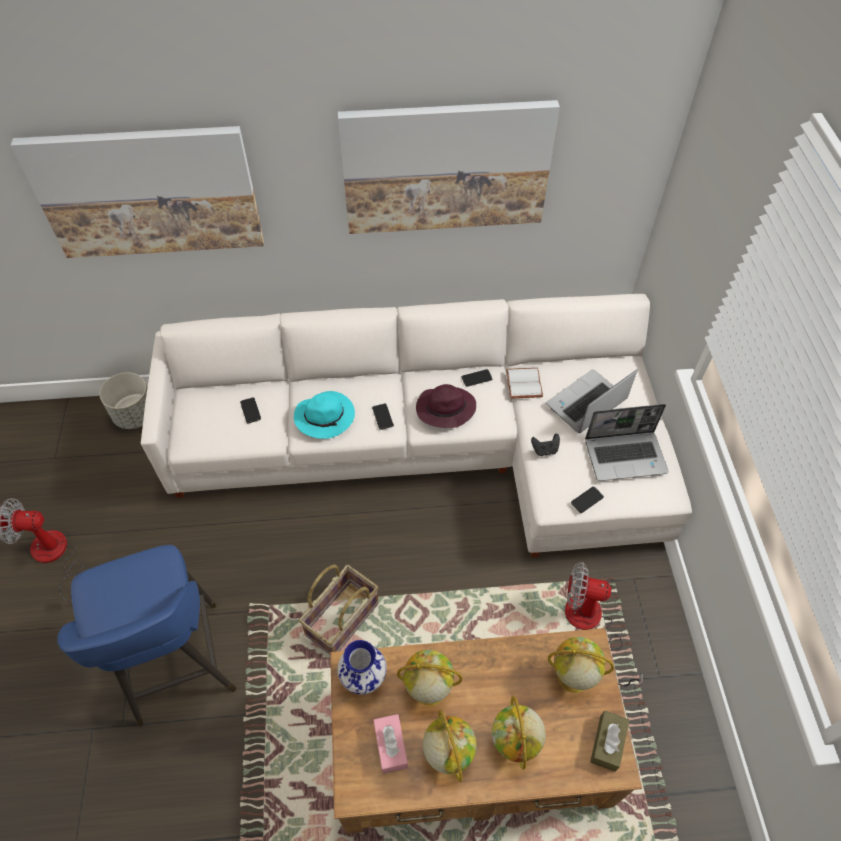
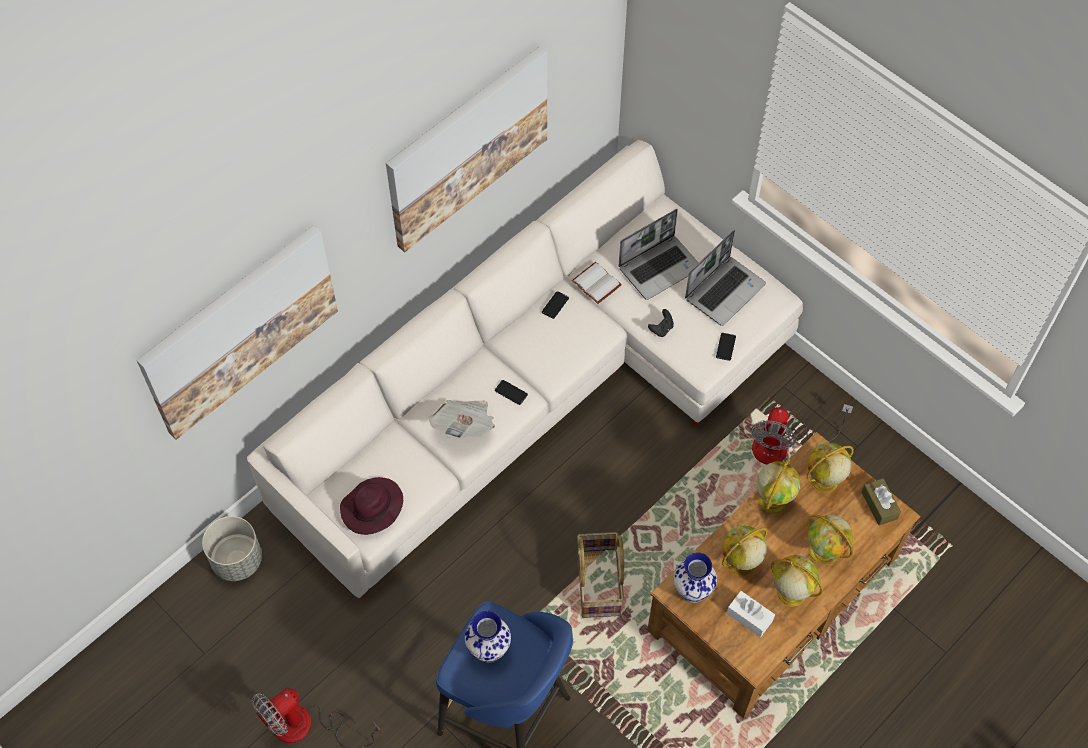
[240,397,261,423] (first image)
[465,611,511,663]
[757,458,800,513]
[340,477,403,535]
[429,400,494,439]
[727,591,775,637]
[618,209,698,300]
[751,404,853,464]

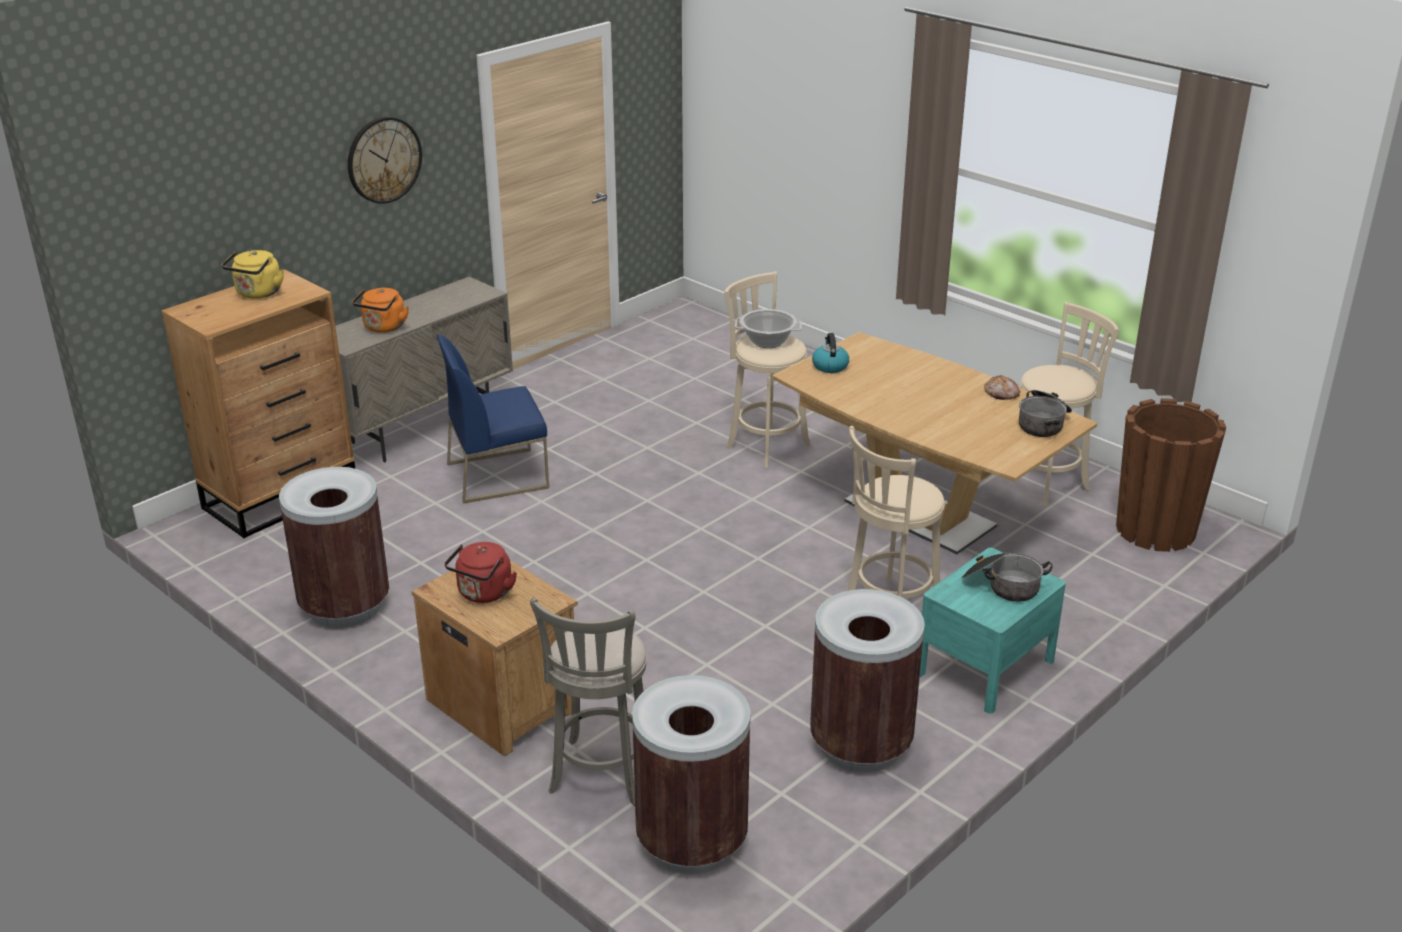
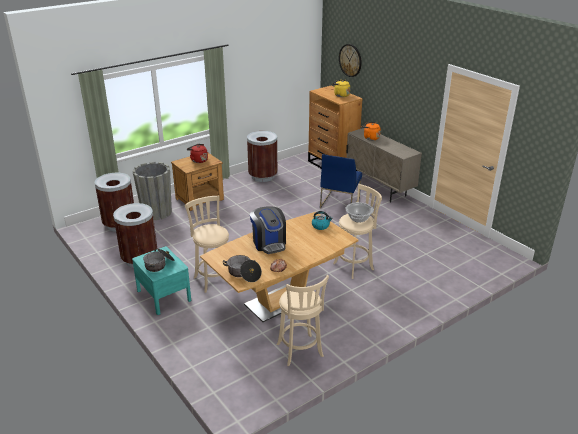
[1116,398,1226,552] (first image)
[250,206,286,254]
[339,44,362,77]
[133,162,172,220]
[320,154,362,208]

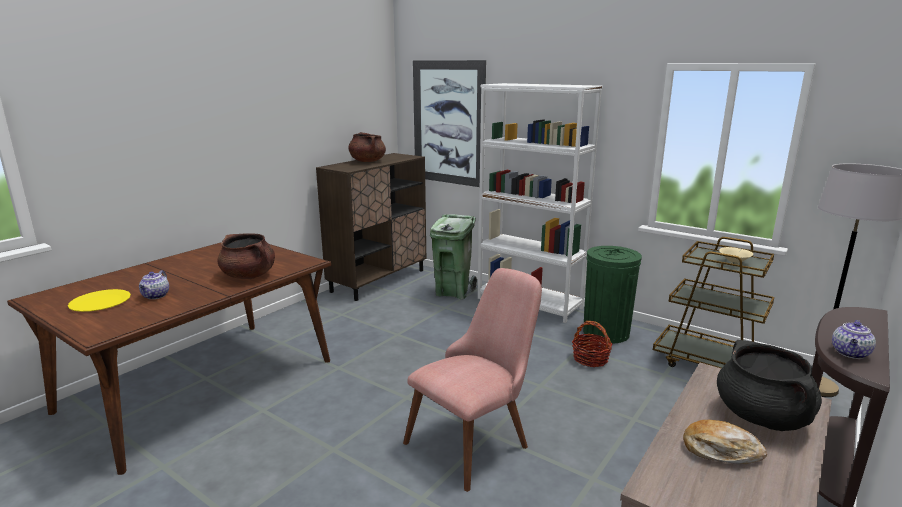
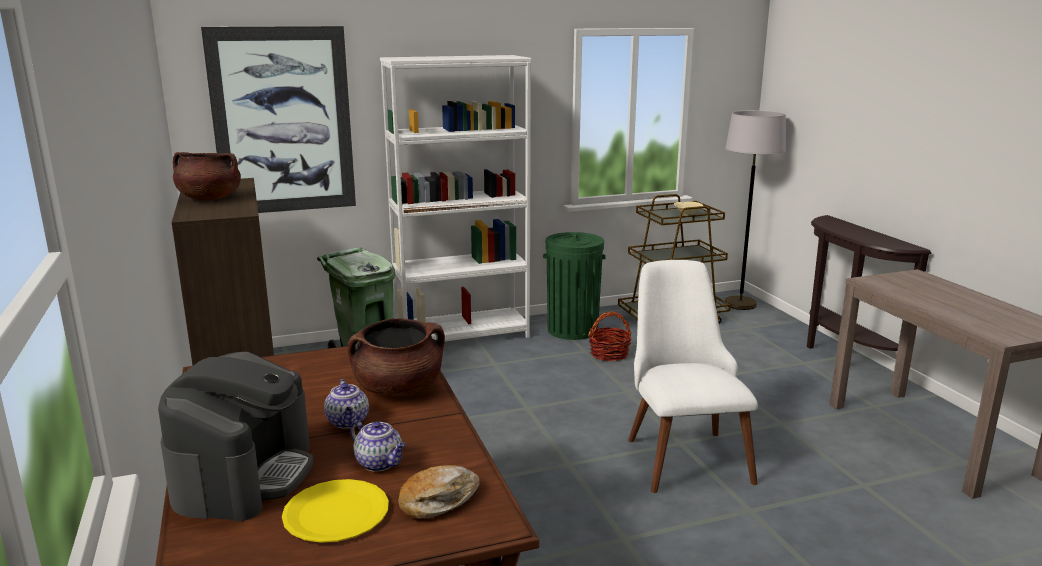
[717,340,822,431] (first image)
[158,352,313,521]
[399,465,480,519]
[324,379,369,429]
[628,260,758,493]

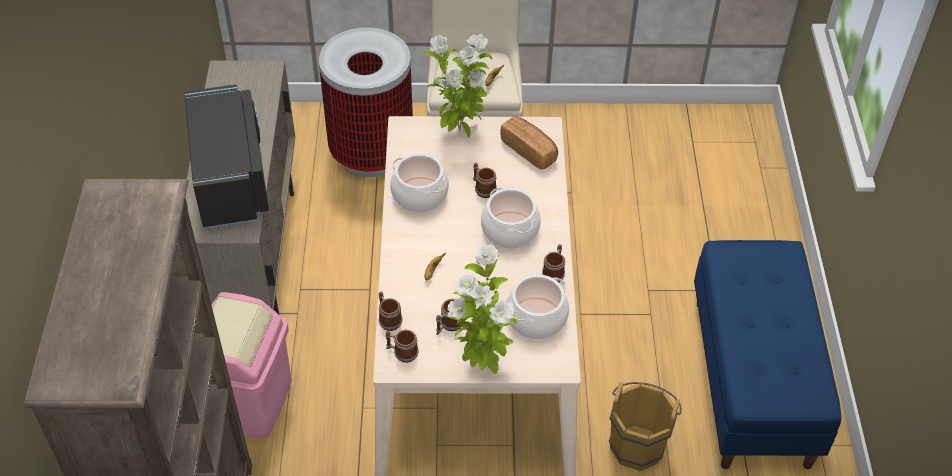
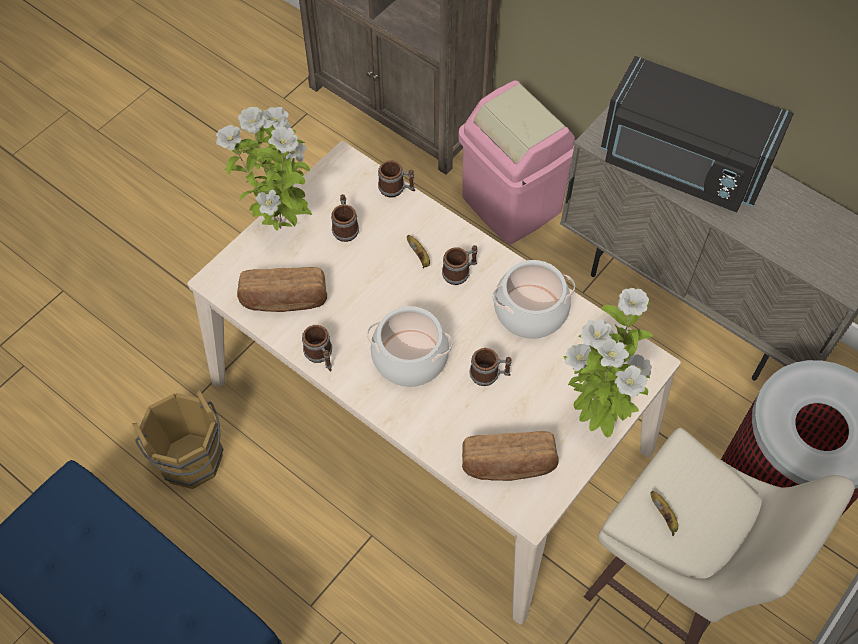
[442,245,478,285]
[237,267,327,312]

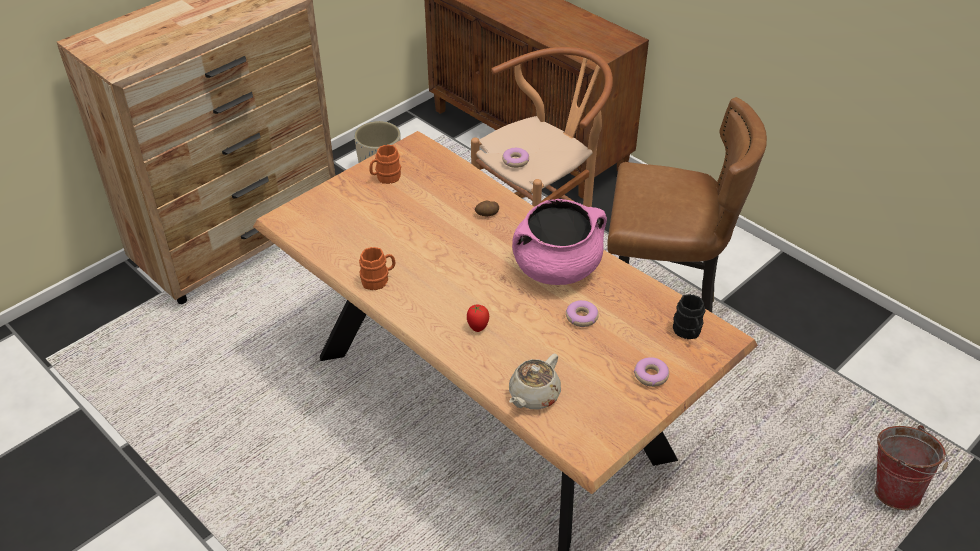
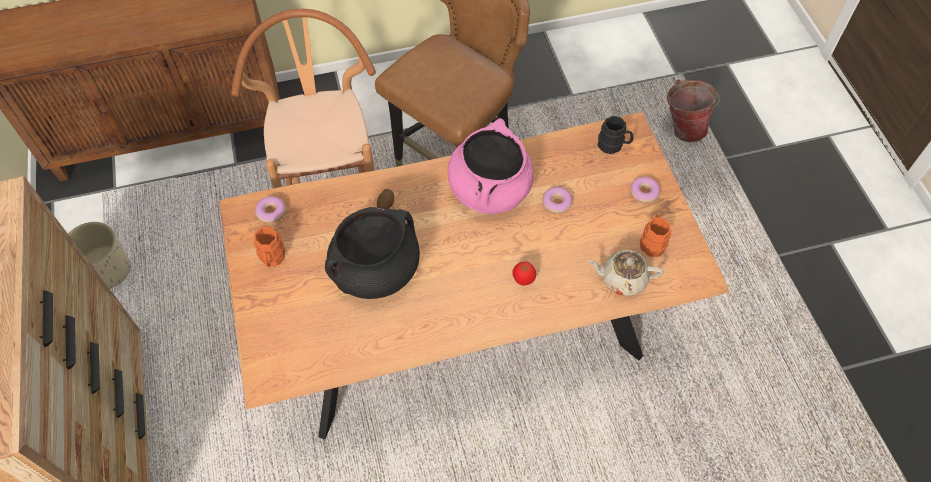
[325,207,420,299]
[640,214,671,257]
[255,196,286,223]
[588,250,664,296]

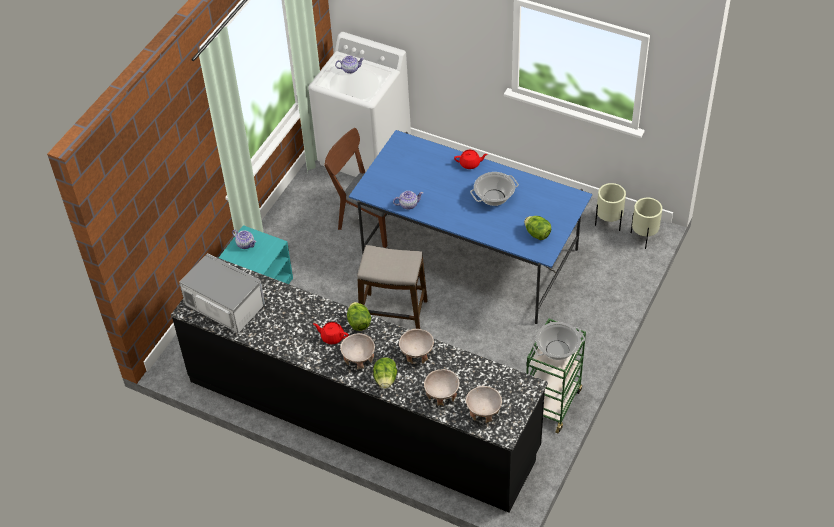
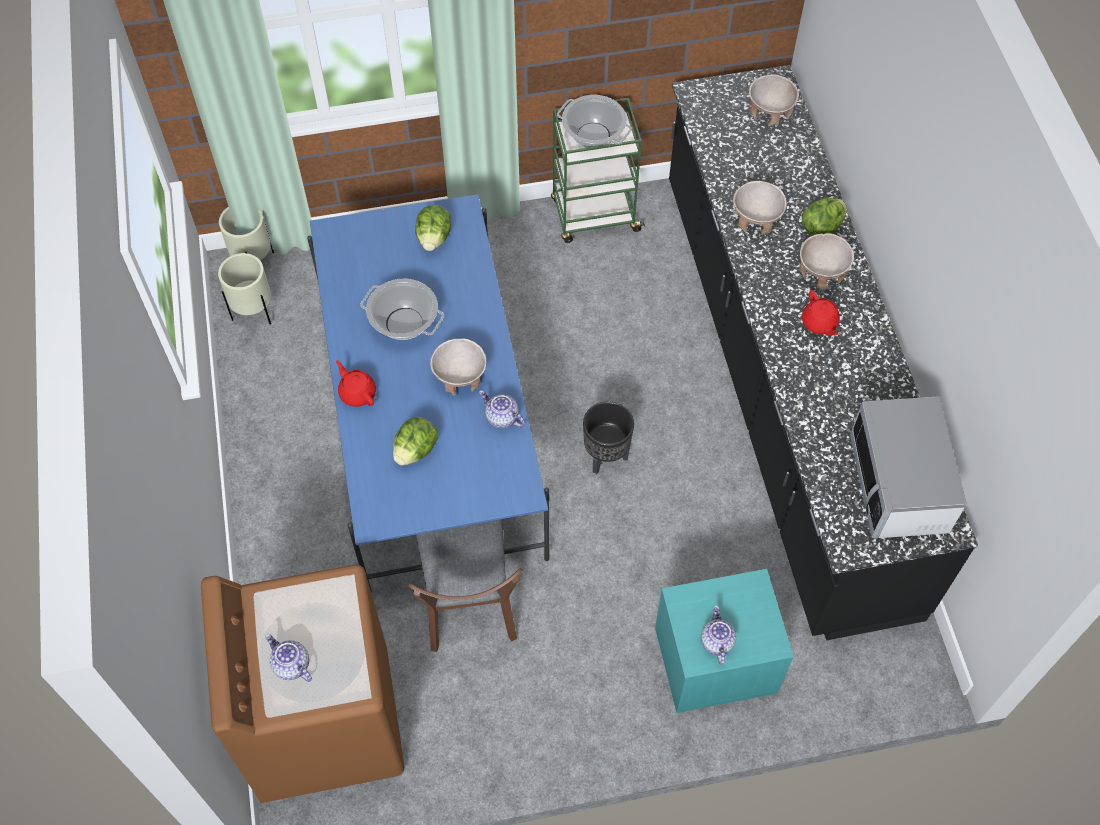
[393,417,438,465]
[430,338,486,396]
[583,401,634,474]
[201,565,405,803]

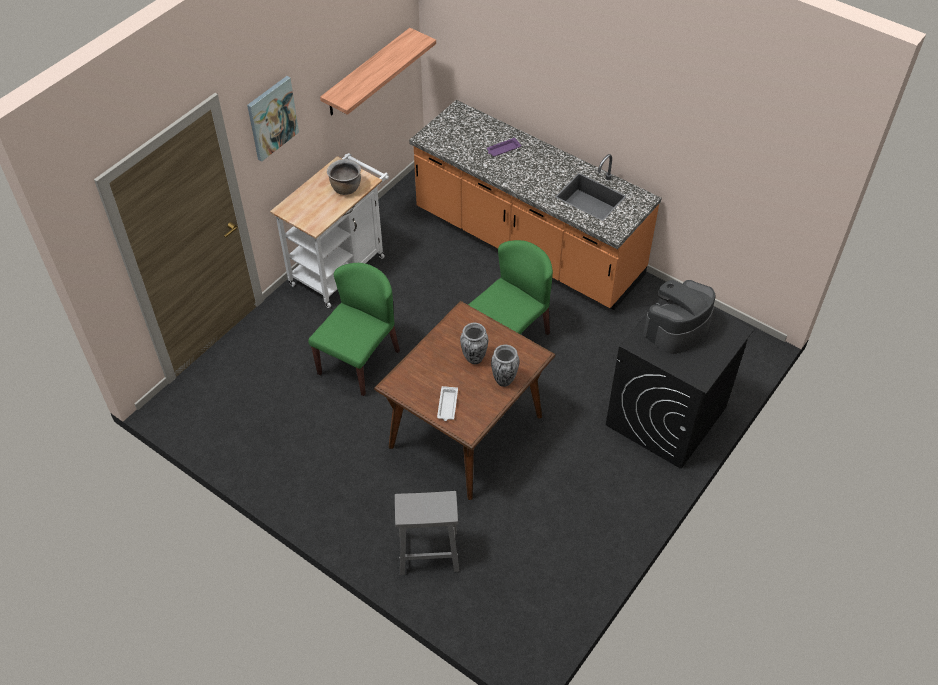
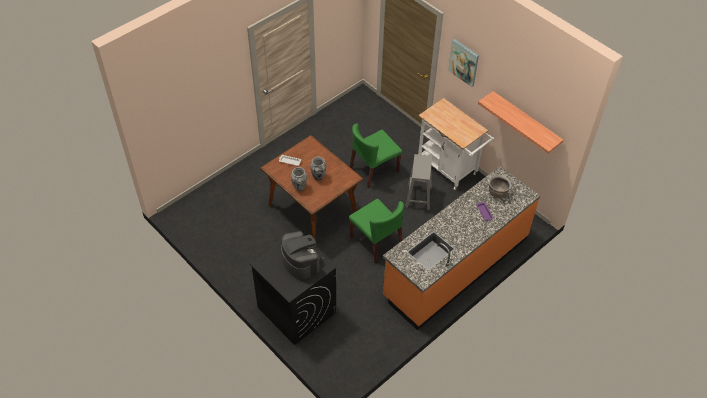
[489,175,511,198]
[405,154,432,210]
[350,123,402,188]

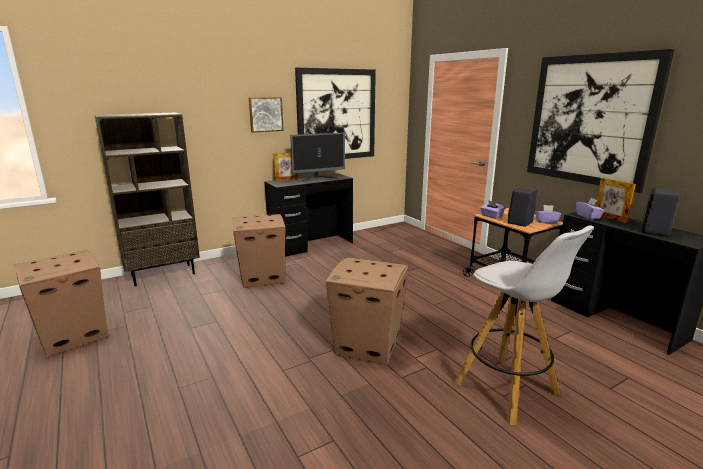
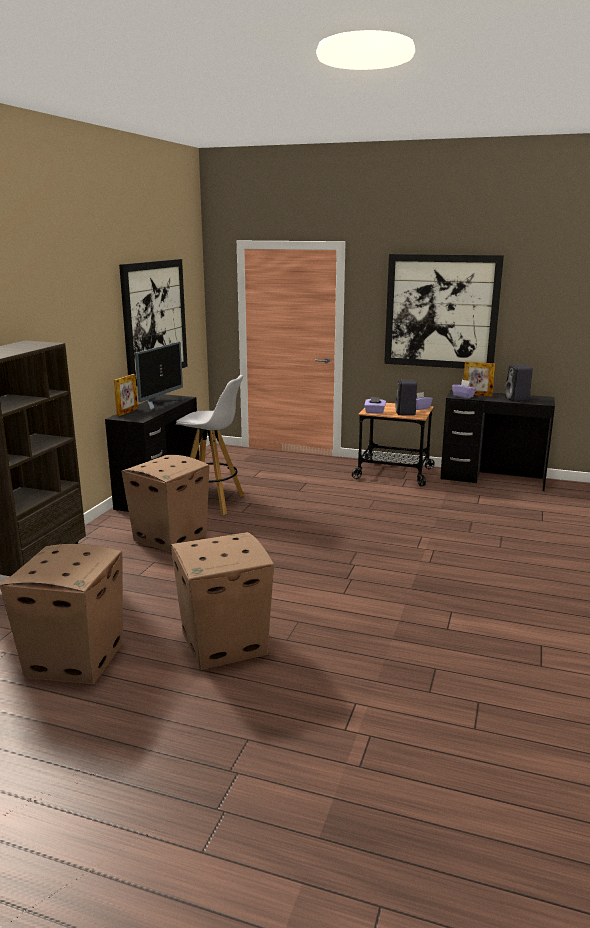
[249,97,284,133] (first image)
[171,532,274,670]
[176,375,244,515]

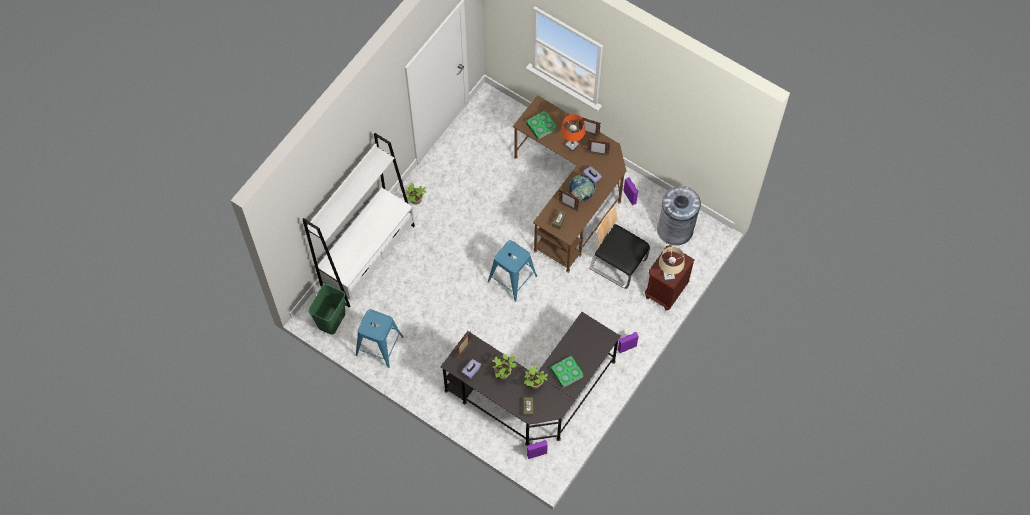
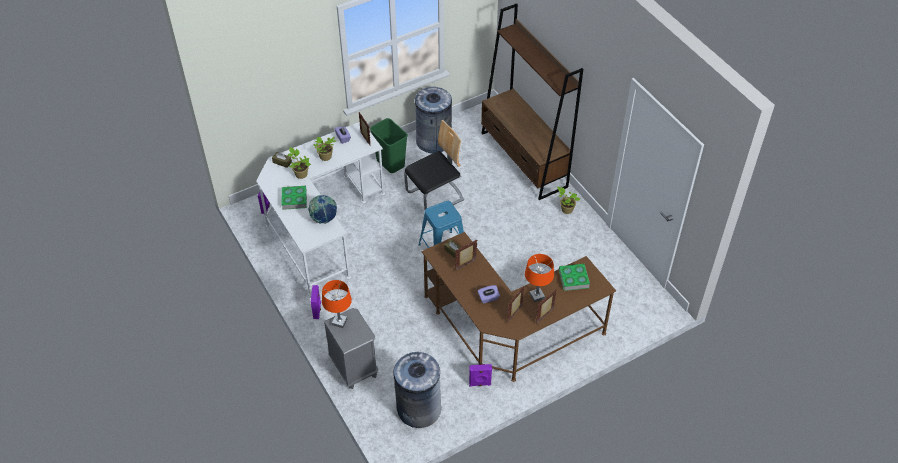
[370,118,408,173]
[308,195,337,224]
[404,120,464,212]
[415,87,452,154]
[481,4,583,200]
[256,122,385,296]
[324,308,378,389]
[322,280,352,328]

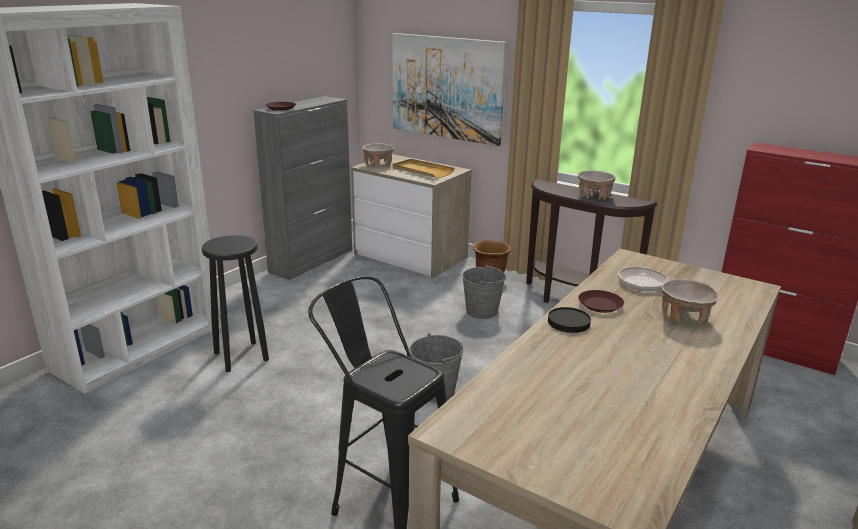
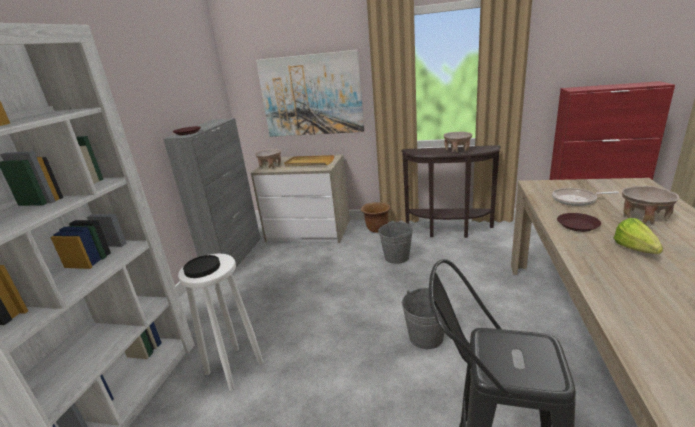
[614,218,663,254]
[183,255,220,278]
[178,254,263,391]

